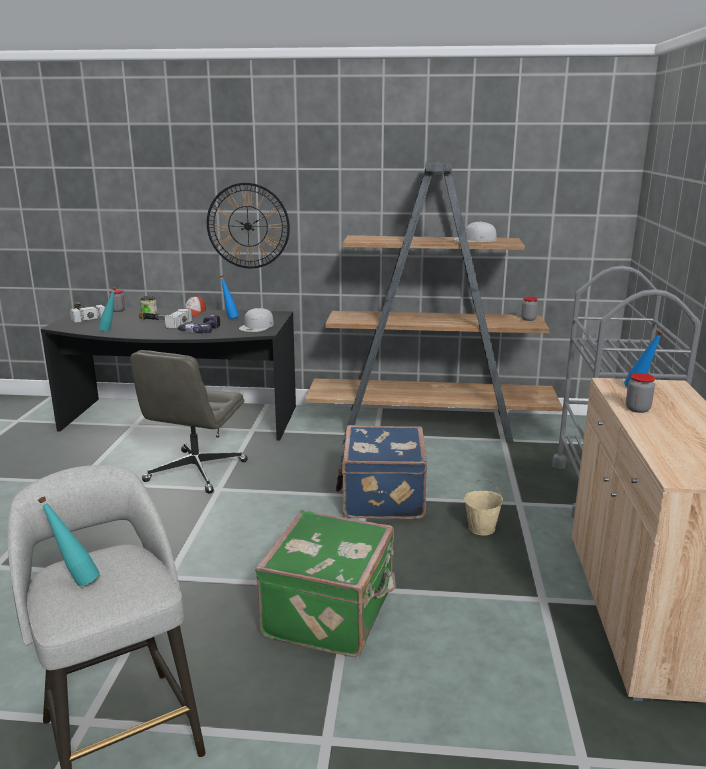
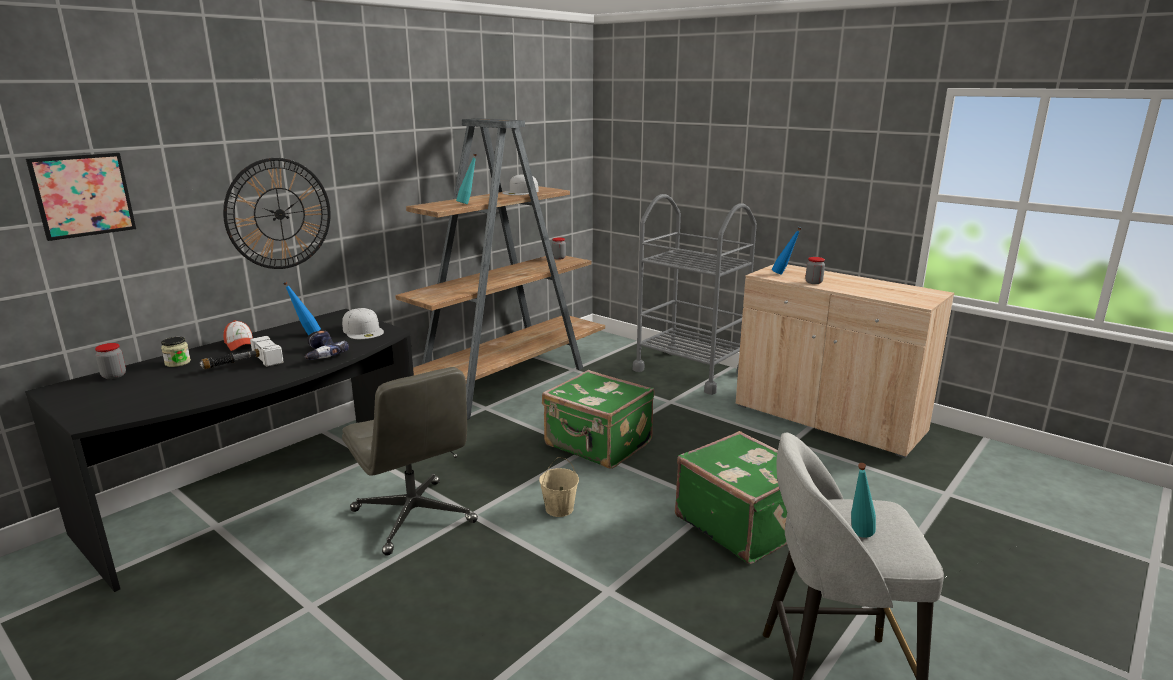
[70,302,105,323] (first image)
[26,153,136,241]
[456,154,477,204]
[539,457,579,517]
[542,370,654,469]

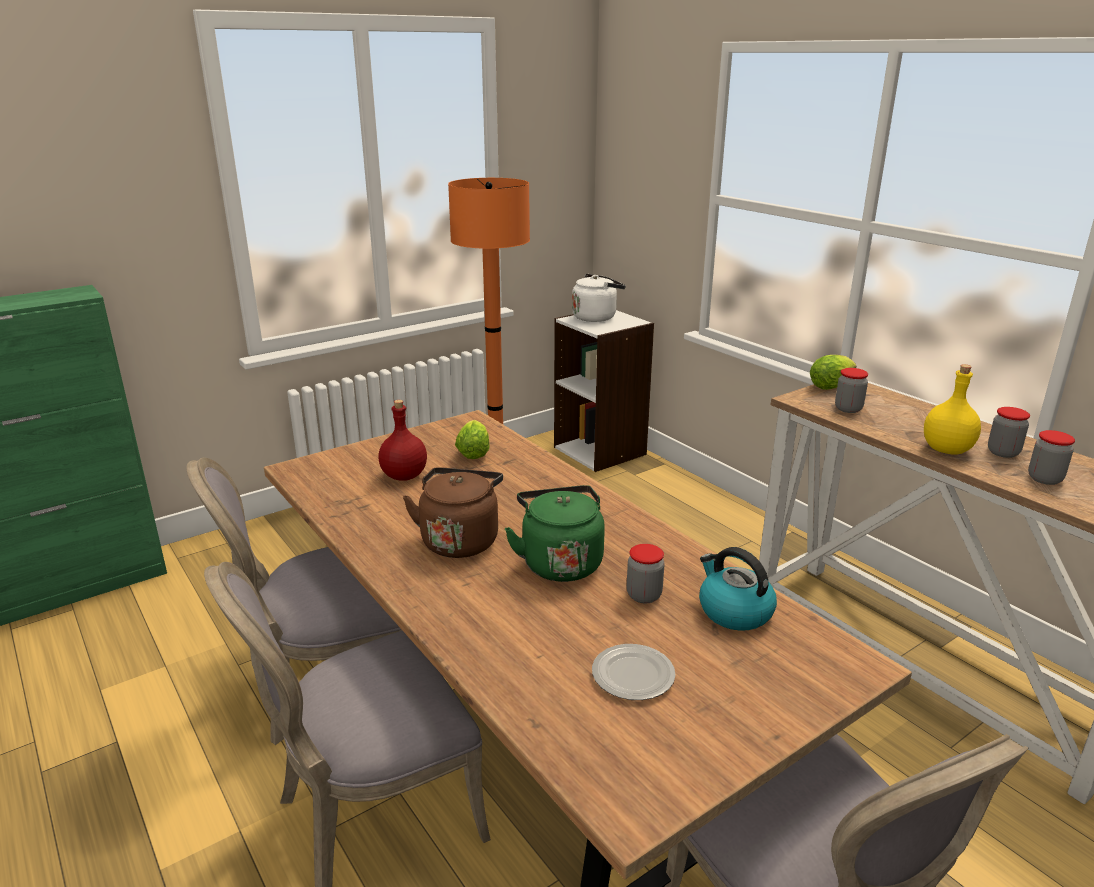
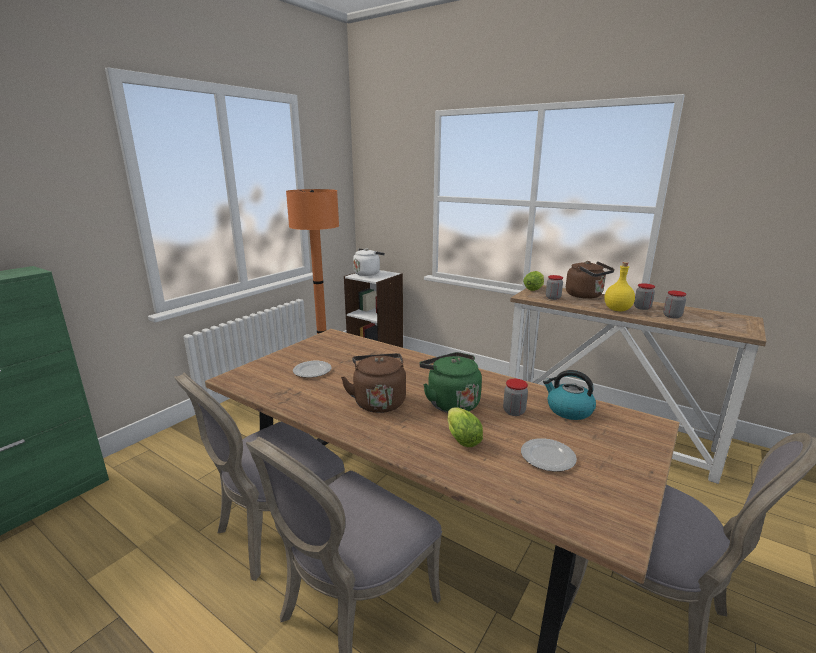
[566,261,615,299]
[448,407,483,447]
[293,361,332,378]

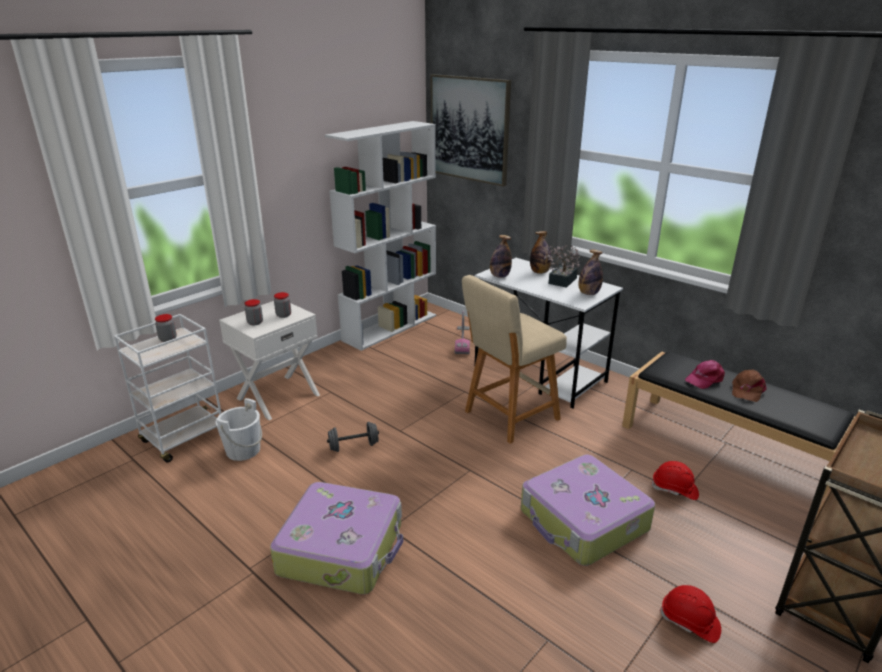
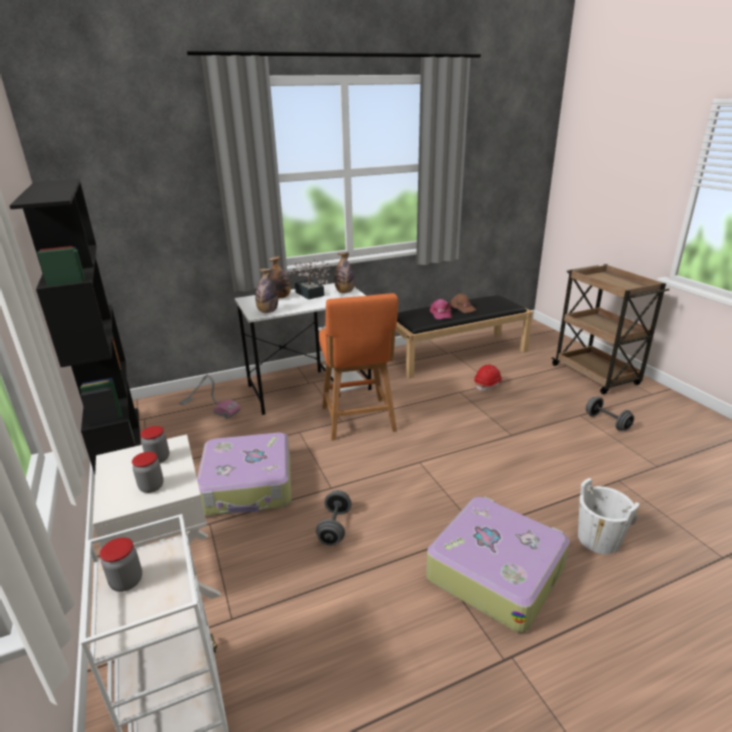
[431,74,511,187] (first image)
[578,478,639,554]
[197,433,291,516]
[586,397,634,431]
[9,179,141,474]
[319,293,398,441]

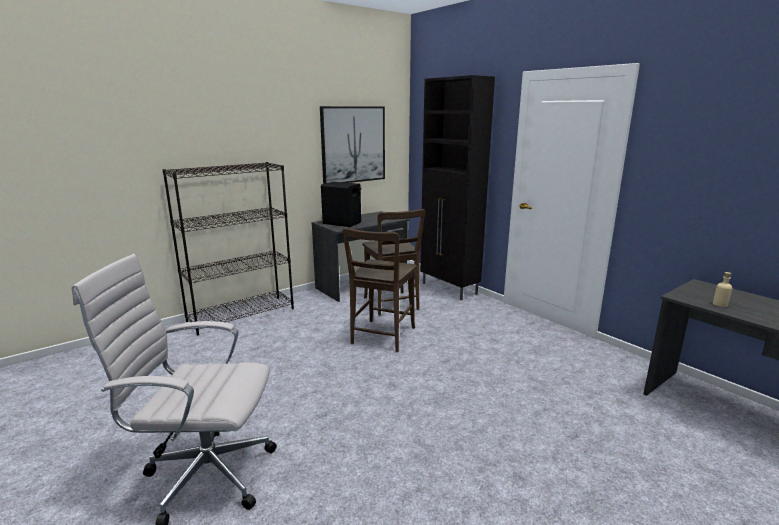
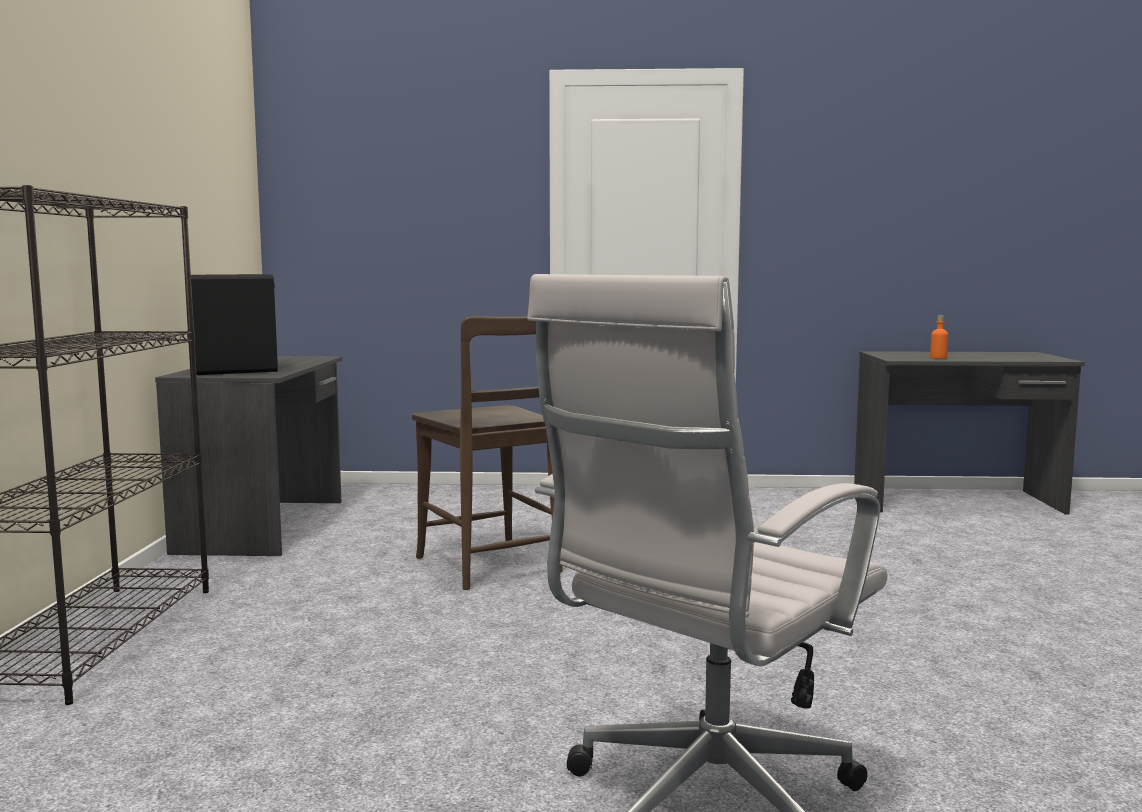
[320,106,385,184] (first image)
[362,209,425,316] (first image)
[420,75,495,300] (first image)
[930,316,948,359]

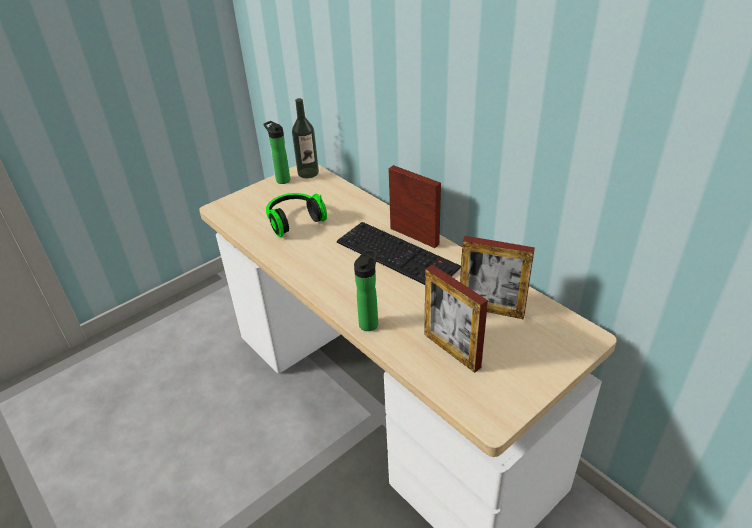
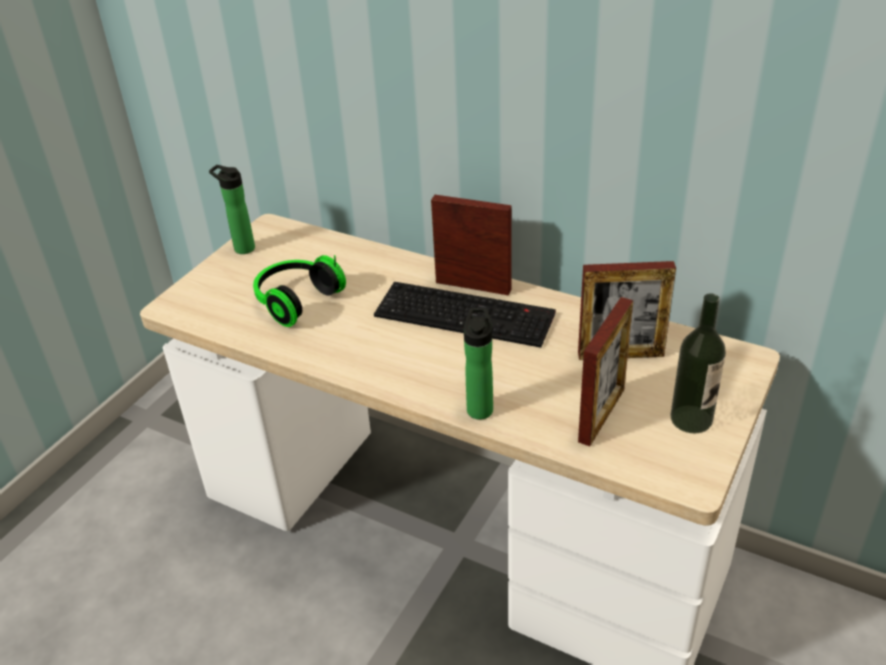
[670,293,726,433]
[578,297,633,446]

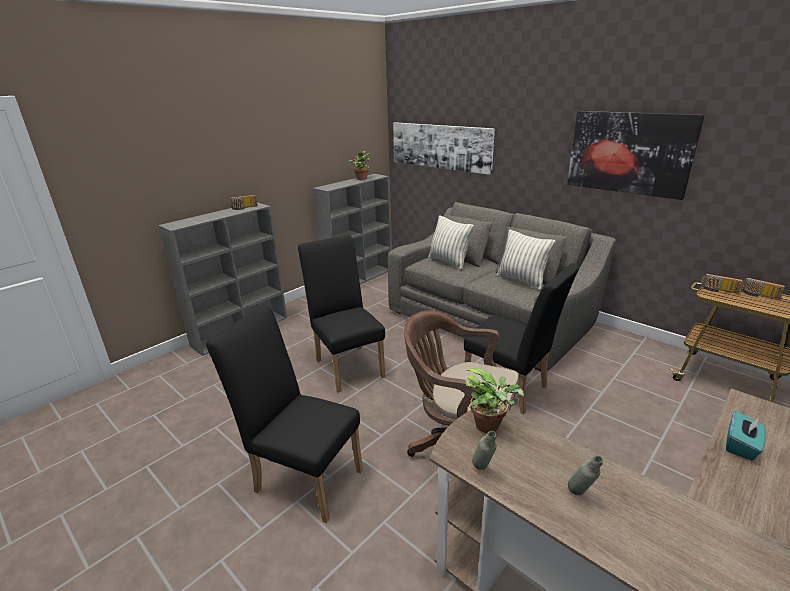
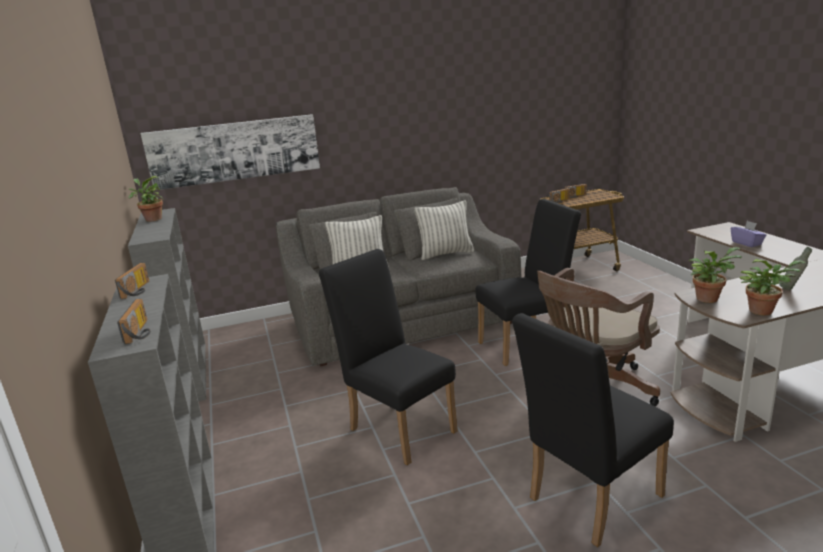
[567,111,705,200] (first image)
[117,299,151,344]
[739,259,805,316]
[731,221,766,247]
[319,249,458,465]

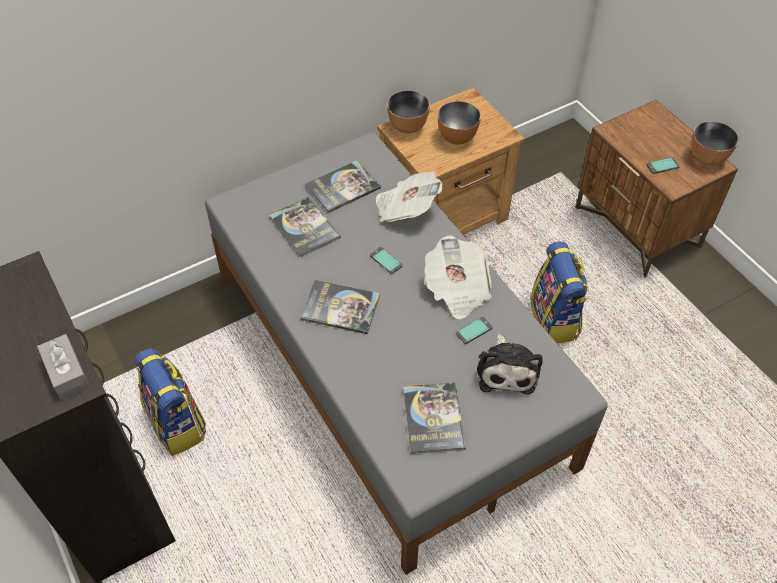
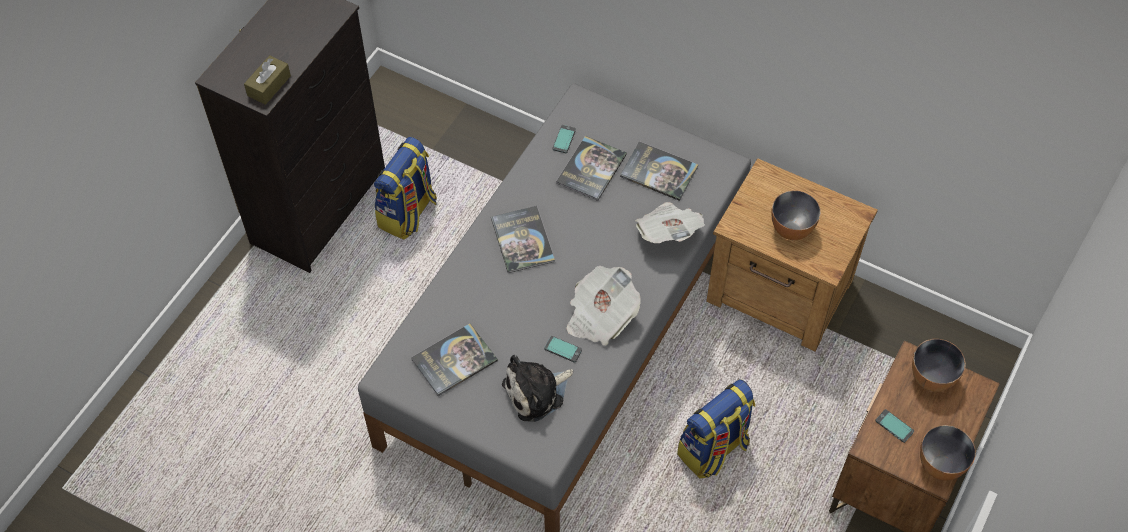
[553,125,576,153]
[912,339,966,392]
[244,55,291,105]

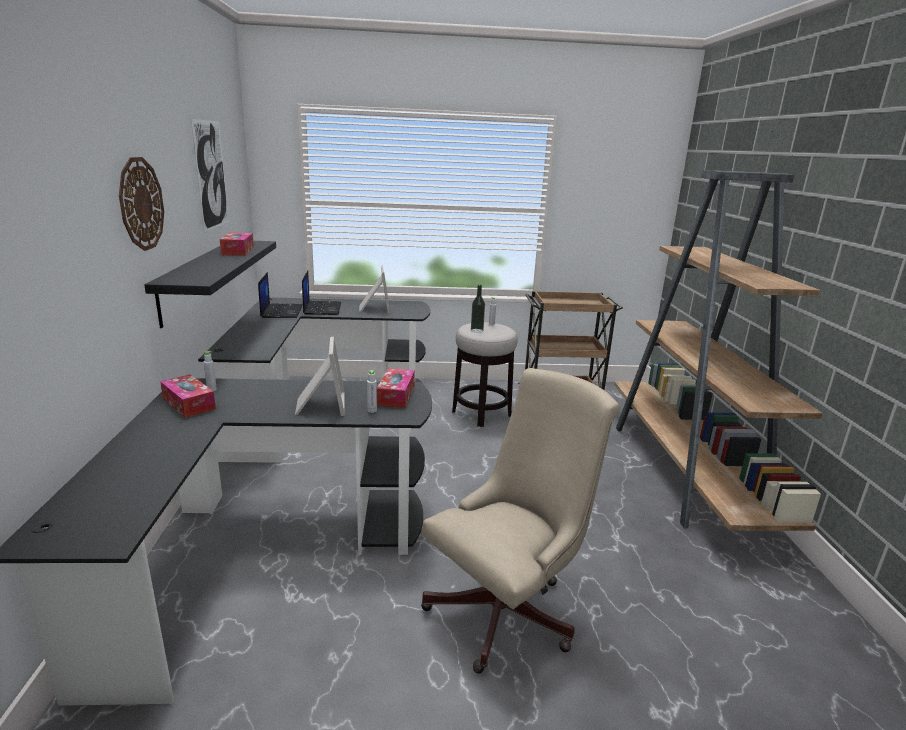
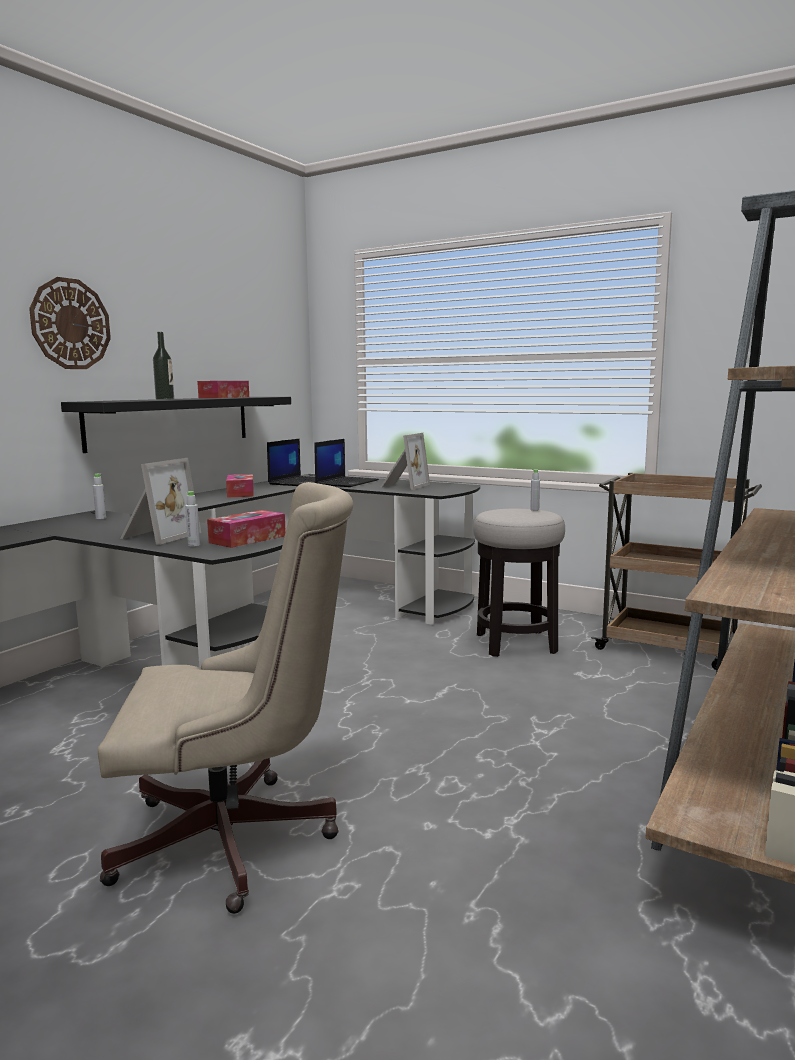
[191,119,229,232] (first image)
[226,474,254,498]
[153,332,174,400]

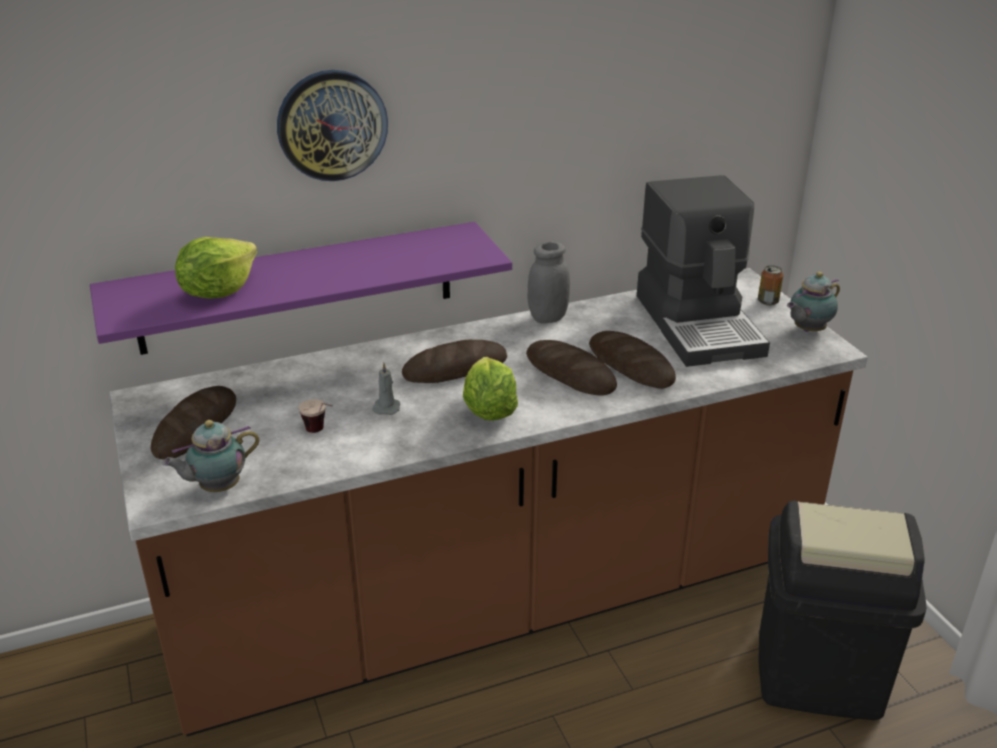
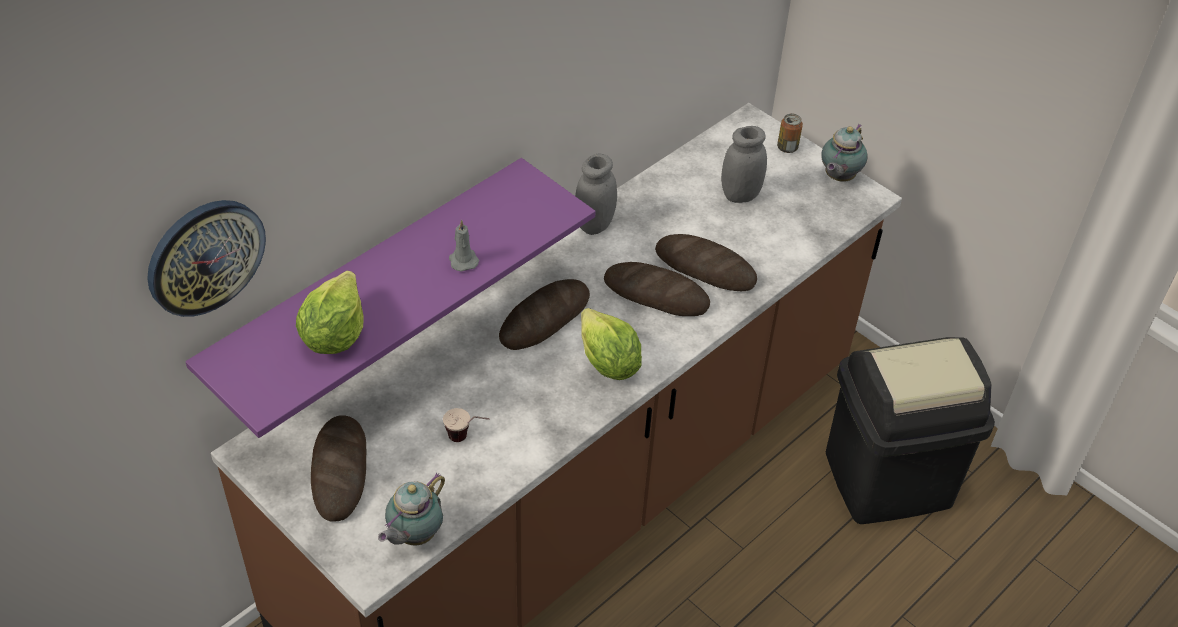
[147,200,266,317]
[449,219,479,272]
[721,126,767,203]

